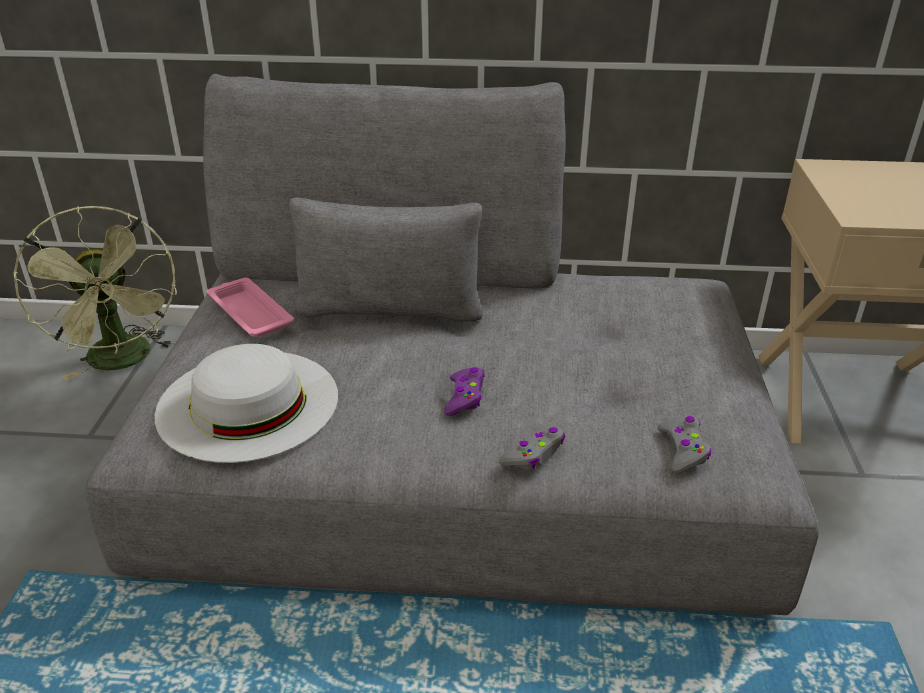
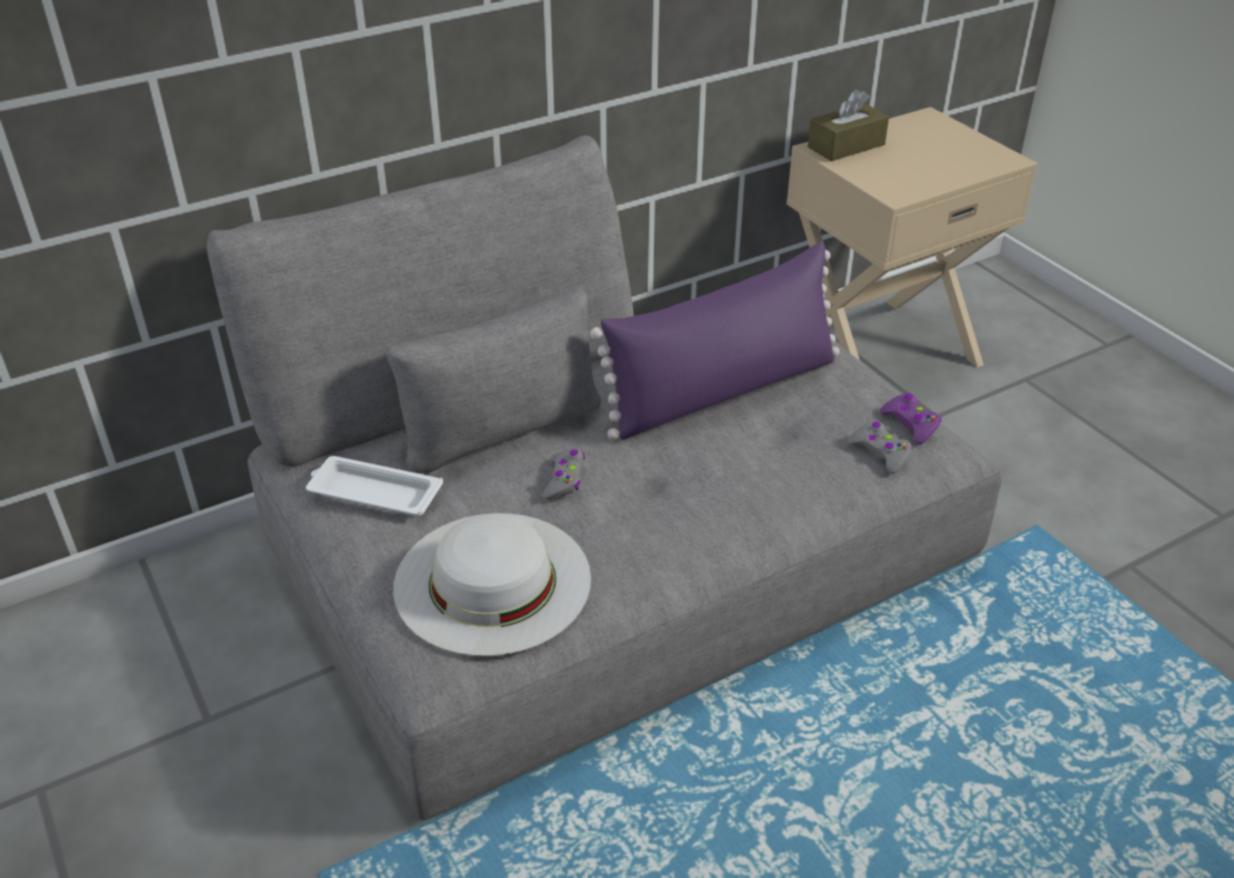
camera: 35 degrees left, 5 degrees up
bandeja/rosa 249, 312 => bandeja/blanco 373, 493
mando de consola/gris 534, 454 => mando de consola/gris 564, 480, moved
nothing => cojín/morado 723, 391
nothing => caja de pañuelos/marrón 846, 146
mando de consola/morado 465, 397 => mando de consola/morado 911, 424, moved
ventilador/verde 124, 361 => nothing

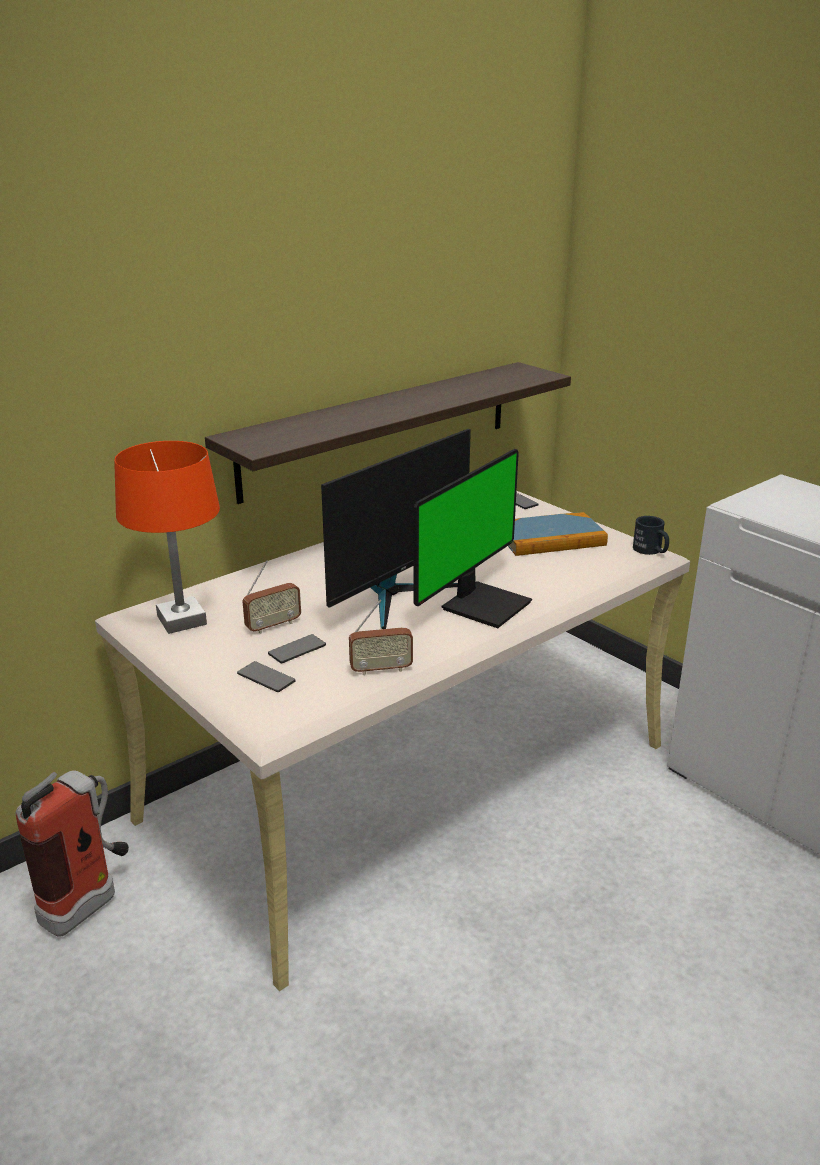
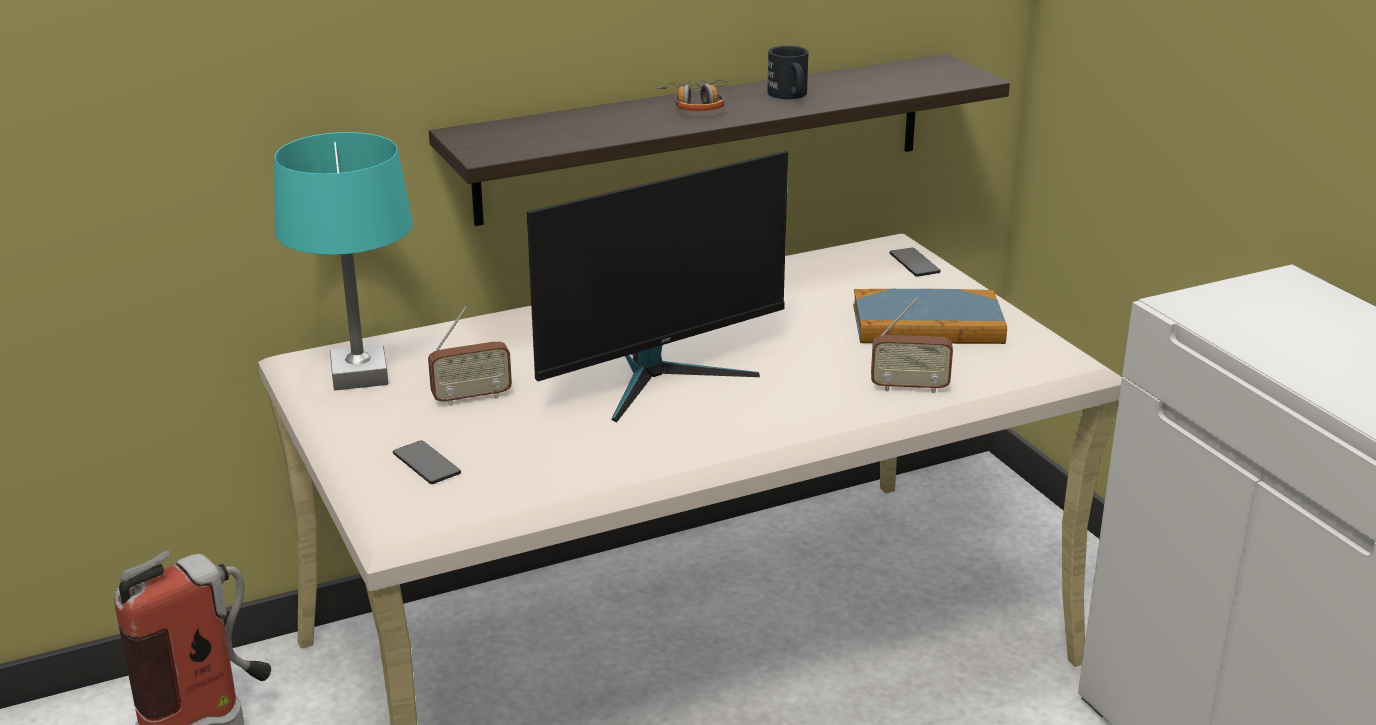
camera: 15 degrees right, 0 degrees up
lámpara de mesa/naranja 181, 620 => lámpara de mesa/turquesa 359, 375
nothing => auriculares 697, 105
taza grande/negro 651, 551 => taza grande/negro 790, 96, moved
radio 381, 669 => radio 909, 387, moved
móvil 297, 650 => nothing
monitor 483, 604 => nothing

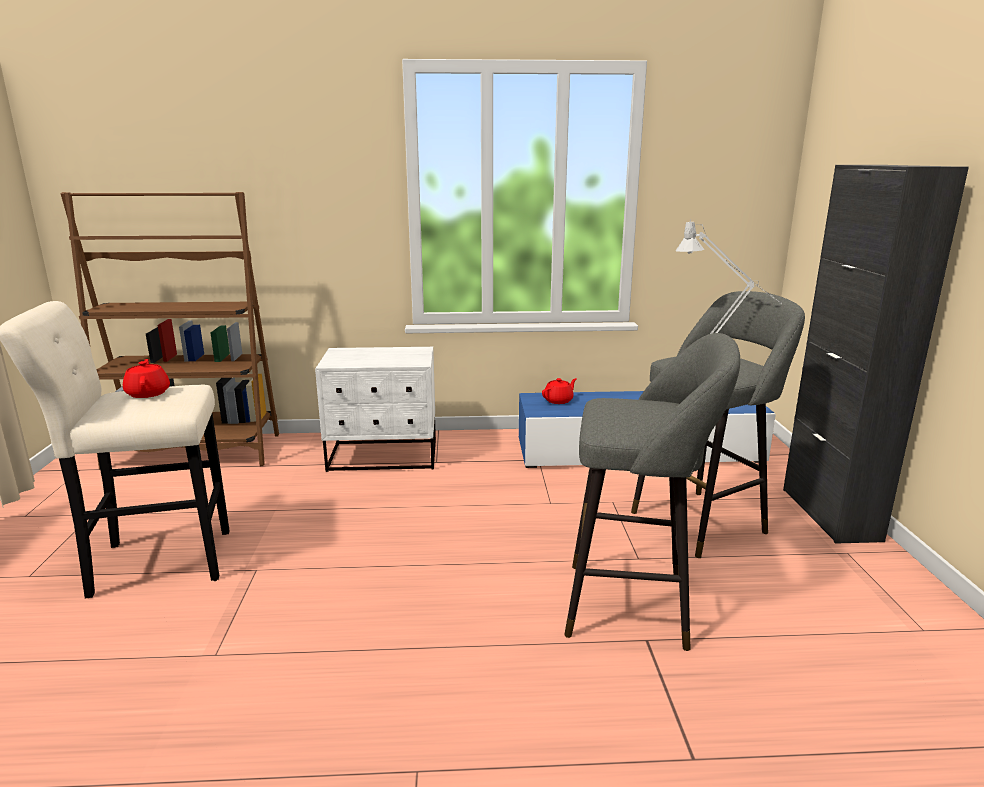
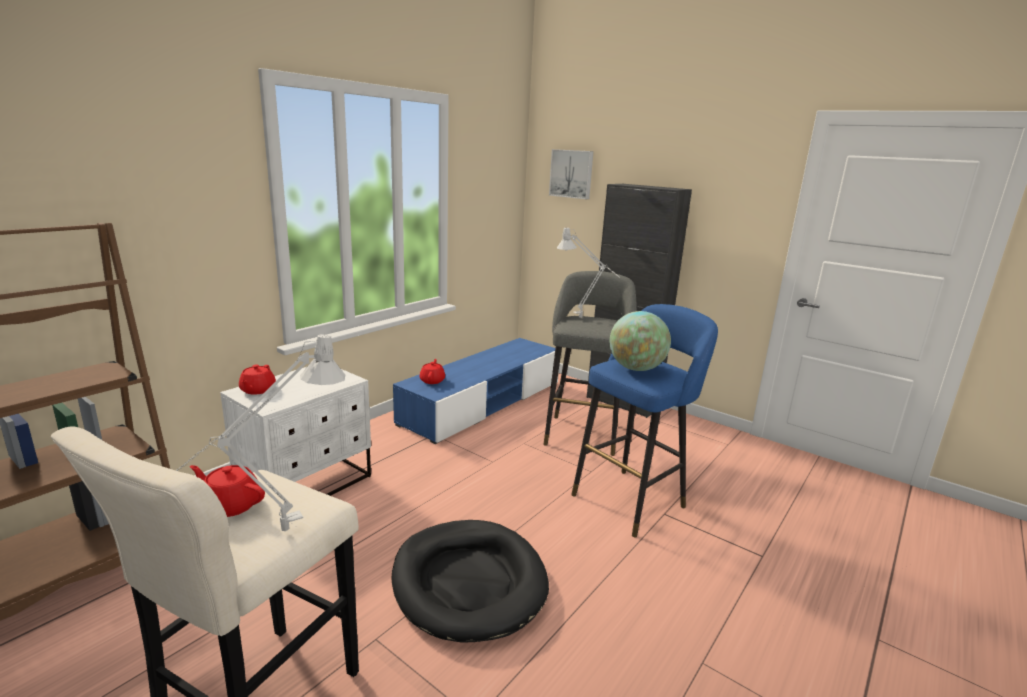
camera: 50 degrees left, 0 degrees up
nothing => lámpara de mesa/gris 274, 535
nothing => tetera/rojo 257, 390
nothing => cama para perro/negro 469, 582
nothing => cuadro 571, 174
taburete/gris 635, 606 => taburete/azul 632, 499
nothing => globo terráqueo 636, 368

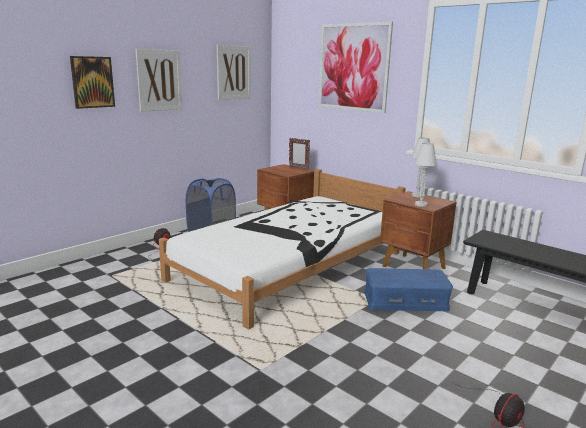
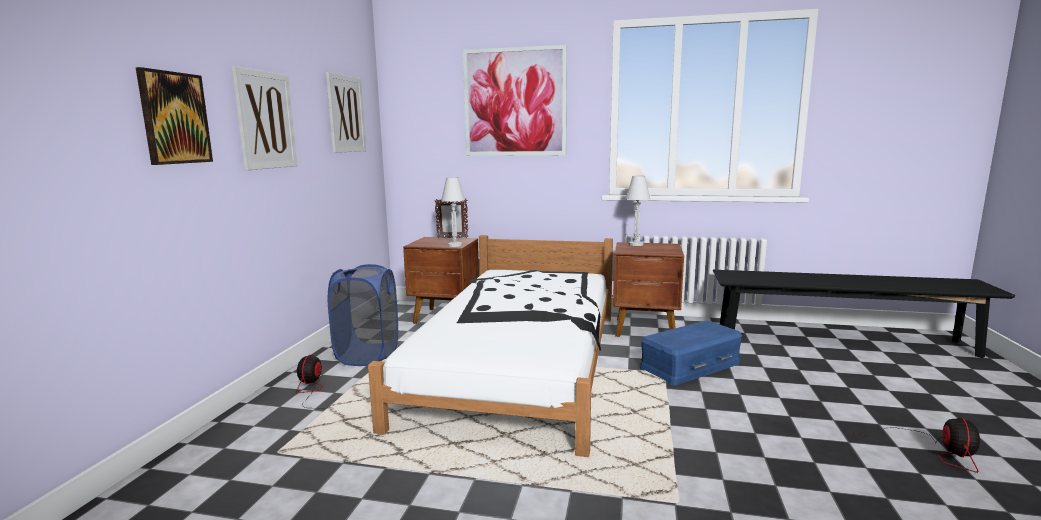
camera: 30 degrees left, 5 degrees down
lámpara de mesa/blanco 420, 204 => lámpara de mesa/blanco 455, 245, moved

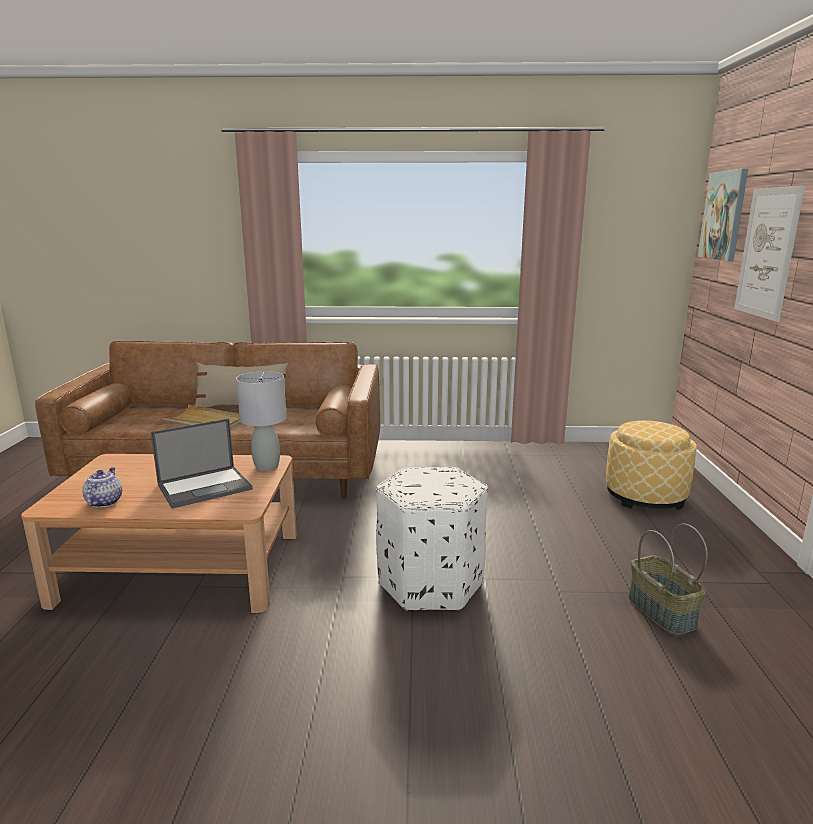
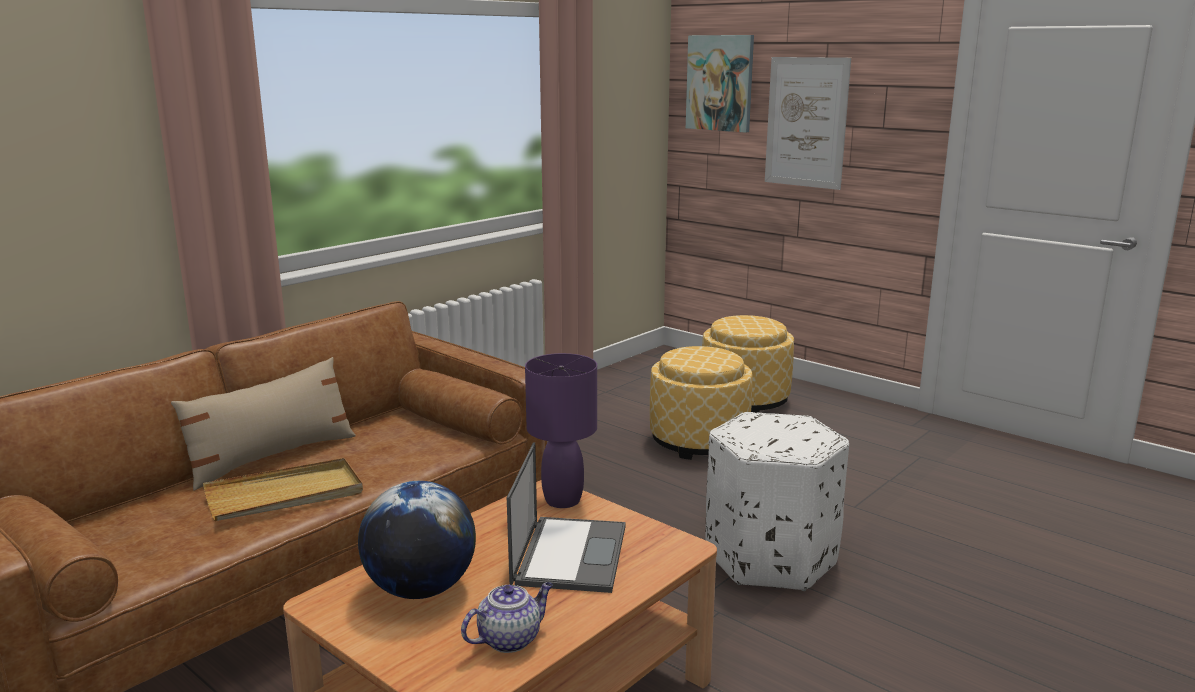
camera: 50 degrees left, 0 degrees up
nothing => globo terráqueo 420, 589
tetera 104, 502 => tetera 510, 639, 105 degrees clockwise
lámpara de mesa/gris 266, 466 => lámpara de mesa/morado 562, 500
nothing => puf 699, 440
cesta 660, 611 => nothing

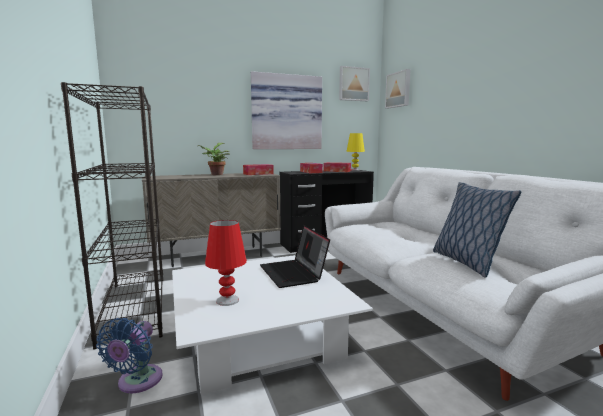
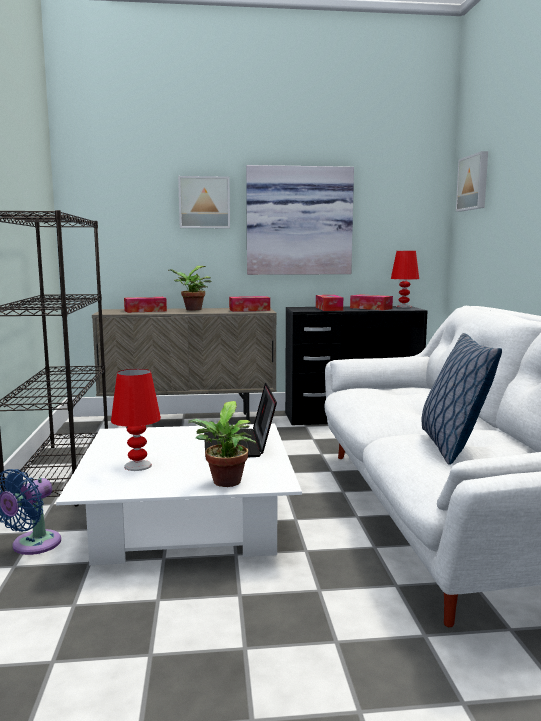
camera: 15 degrees right, 0 degrees up
nothing => caja de pañuelos 145, 311
cuadro 353, 84 => cuadro 204, 202, moved
nothing => planta en maceta 225, 483
lámpara de mesa/amarillo 354, 170 => lámpara de mesa/rojo 403, 307

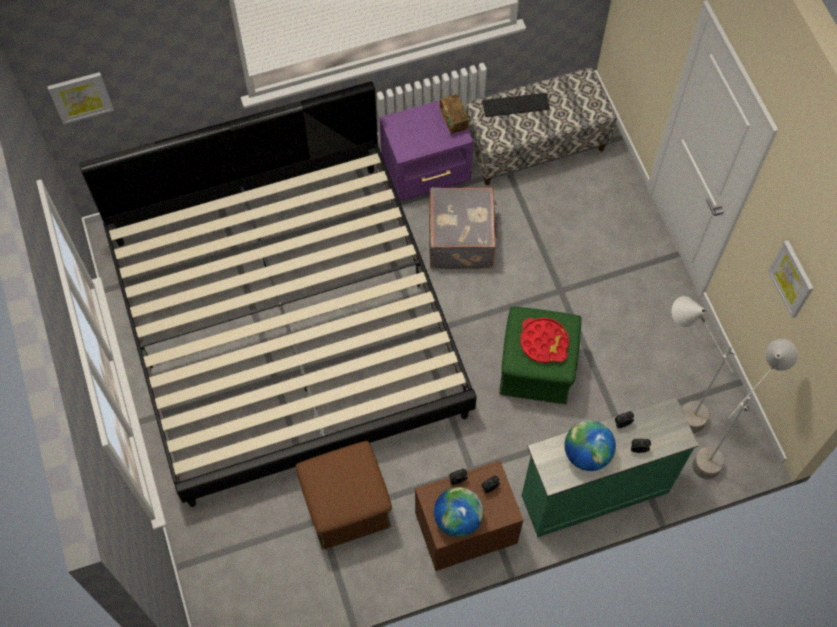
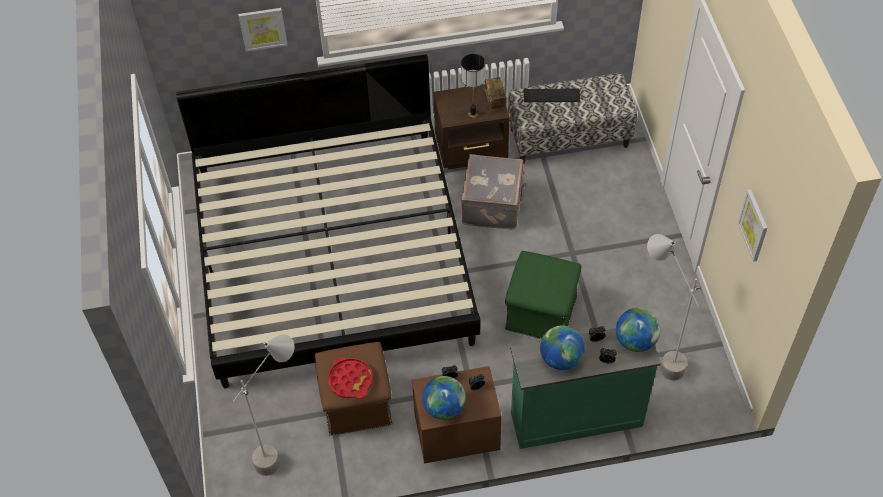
camera: 10 degrees right, 10 degrees down
lámpara de pie/gris 719, 448 => lámpara de pie/gris 284, 450, moved
cuadro 80, 97 => cuadro 263, 28, moved
bandeja/rojo 544, 342 => bandeja/rojo 350, 380, moved
mesita de noche/morado 427, 173 => mesita de noche/marrón 472, 150
nothing => lámpara de mesa 473, 113
nothing => globo terráqueo 635, 341

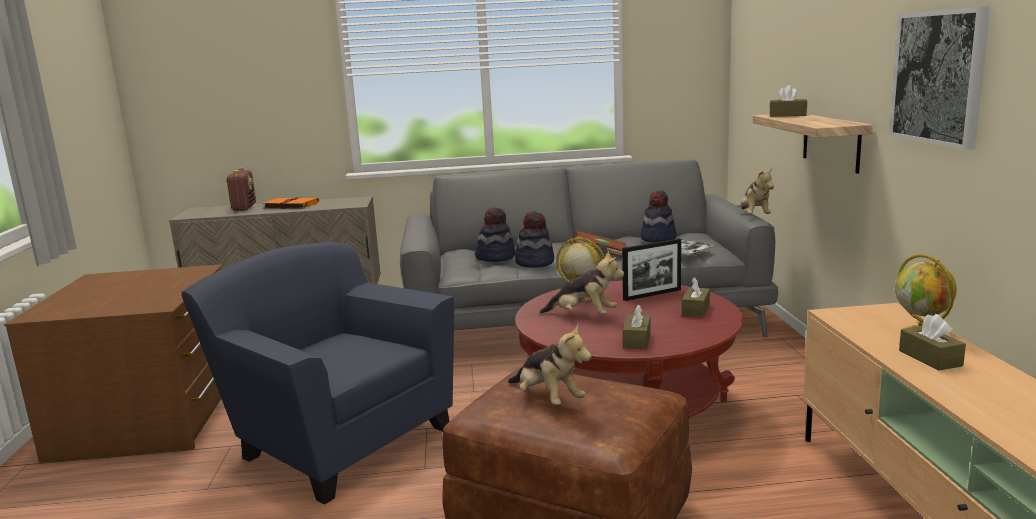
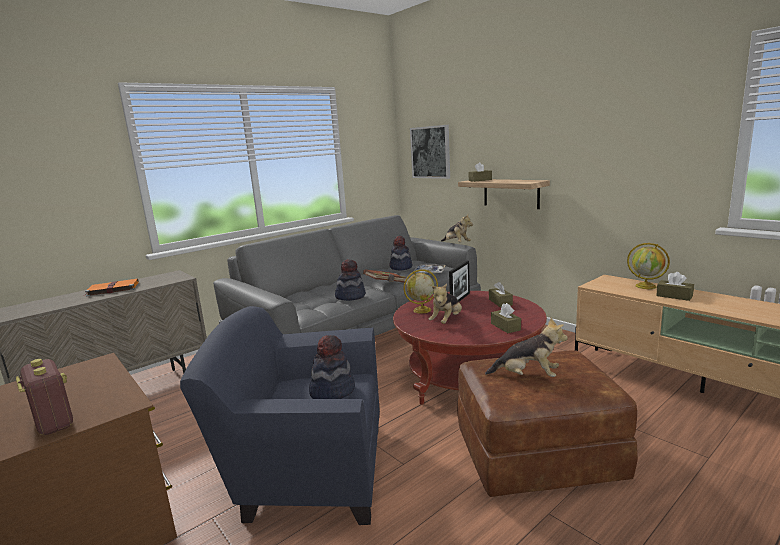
camera: 35 degrees left, 0 degrees up
radio 244, 208 => radio 53, 422, moved
sombrero 495, 257 => sombrero 332, 390, moved
cuadro 939, 77 => cuadro 430, 152, moved
peluche 583, 316 => peluche 447, 321, 135 degrees clockwise

